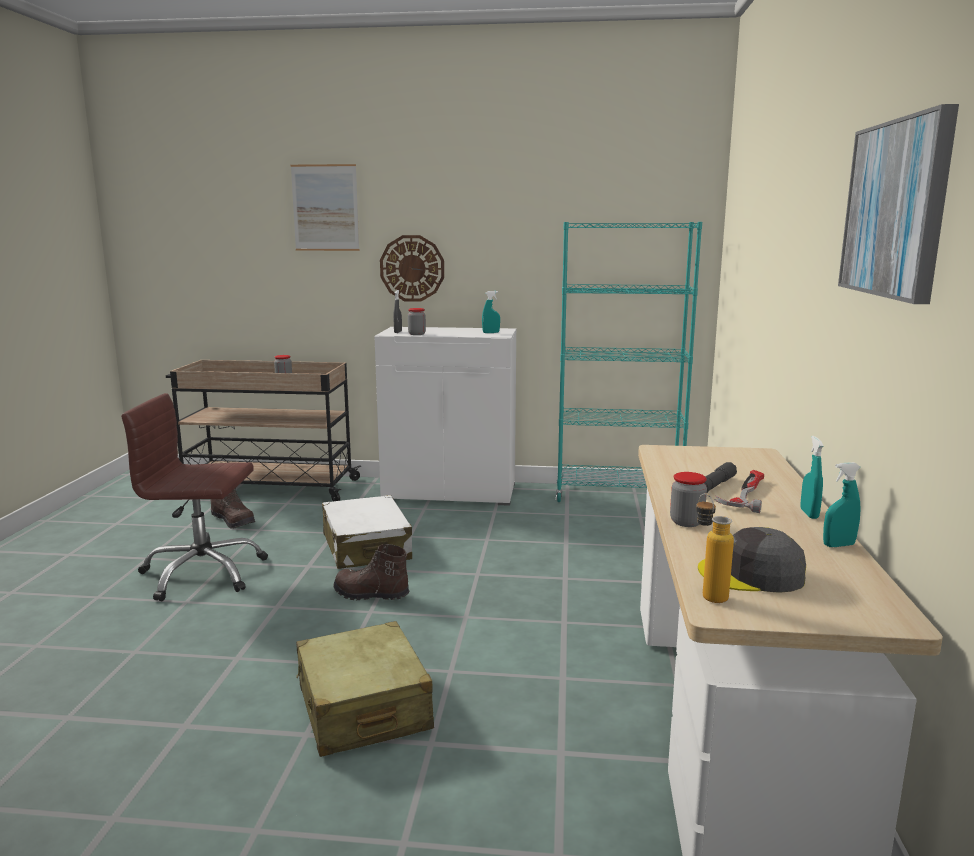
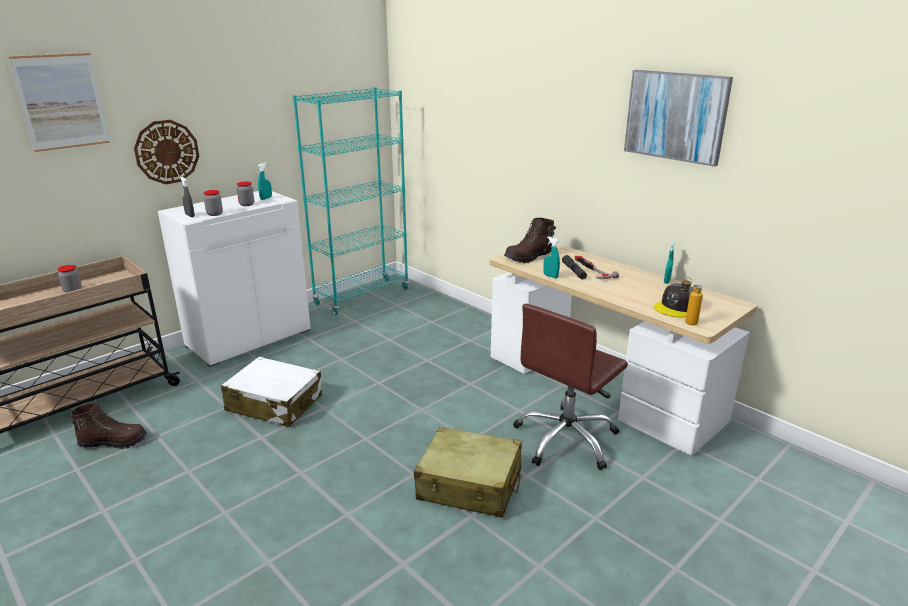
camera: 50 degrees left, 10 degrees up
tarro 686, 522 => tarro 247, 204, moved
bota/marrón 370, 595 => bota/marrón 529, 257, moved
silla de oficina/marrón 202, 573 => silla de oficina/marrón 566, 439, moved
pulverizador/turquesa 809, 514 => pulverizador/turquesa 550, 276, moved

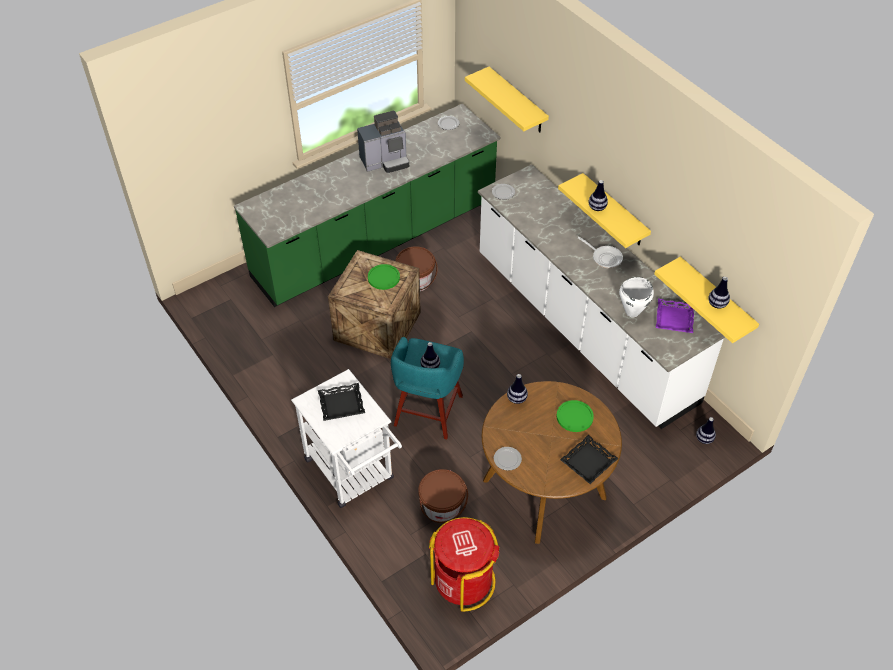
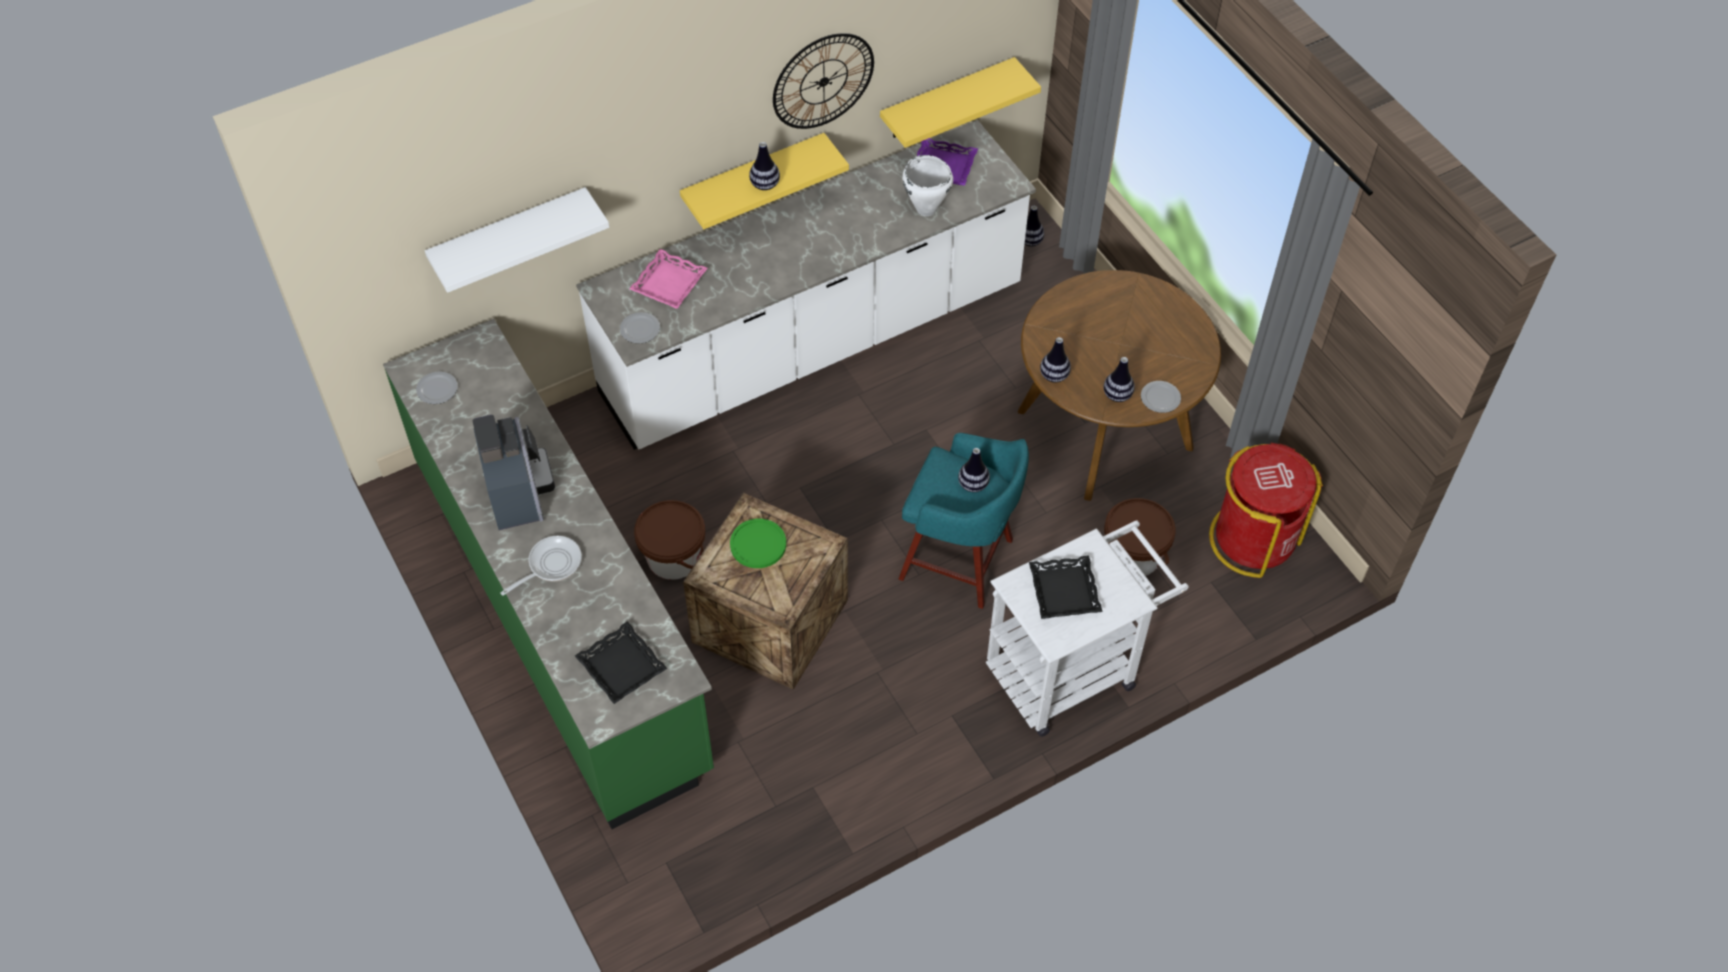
camera: 85 degrees left, 5 degrees up
estante/amarillo 517, 101 => estante/blanco 509, 234
sartén 605, 257 => sartén 551, 565, moved
bandeja/negro 588, 461 => bandeja/negro 621, 666, moved
nothing => bandeja/rosa 668, 283
nothing => reloj de pared 823, 81
florero 717, 304 => florero 1117, 395, moved
plato/verde 574, 416 => nothing

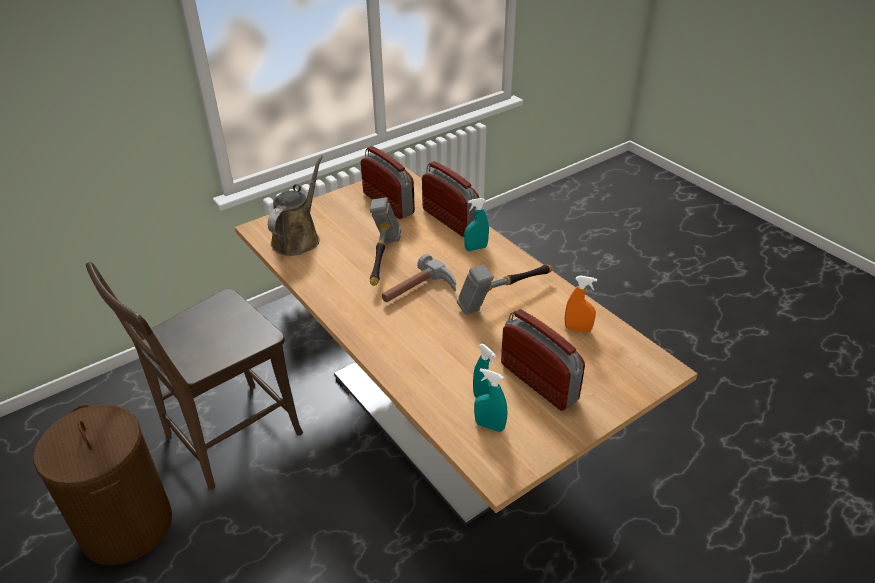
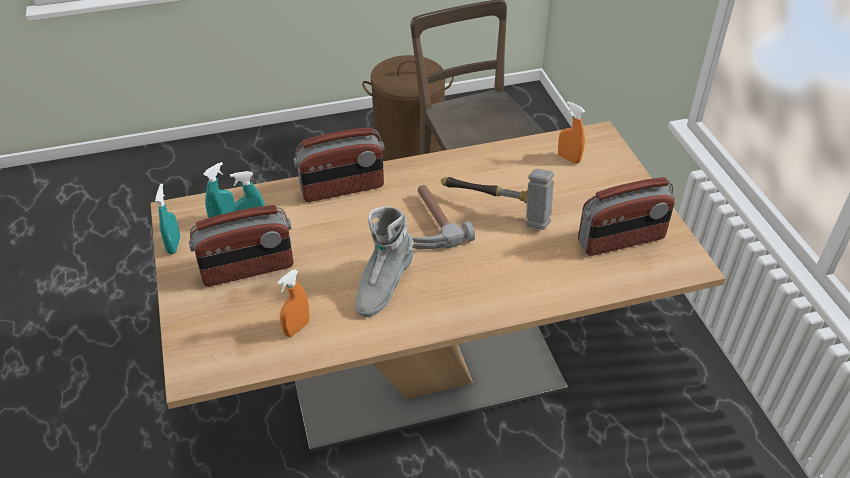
camera: 110 degrees right, 5 degrees up
pulverizador/turquesa 476, 248 => pulverizador/turquesa 174, 245, moved
radio 450, 220 => radio 342, 189, moved
martillo 504, 298 => bota/gris 383, 286
regadera/marrón 298, 238 => pulverizador/naranja 569, 158

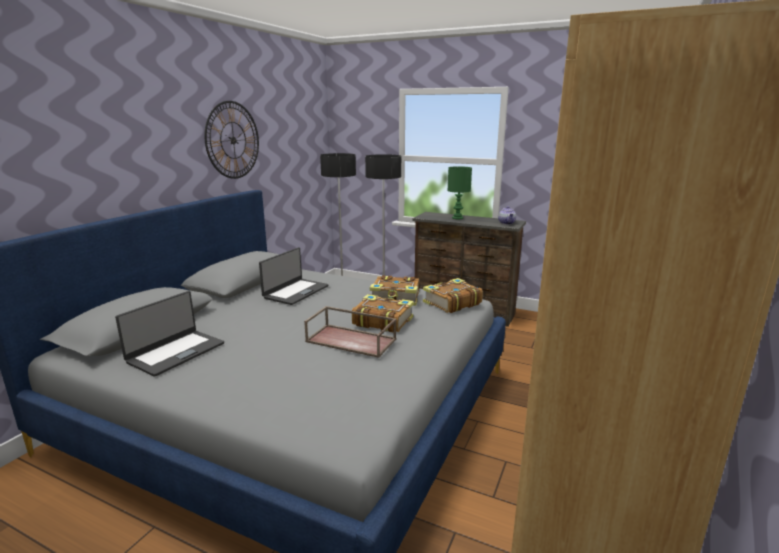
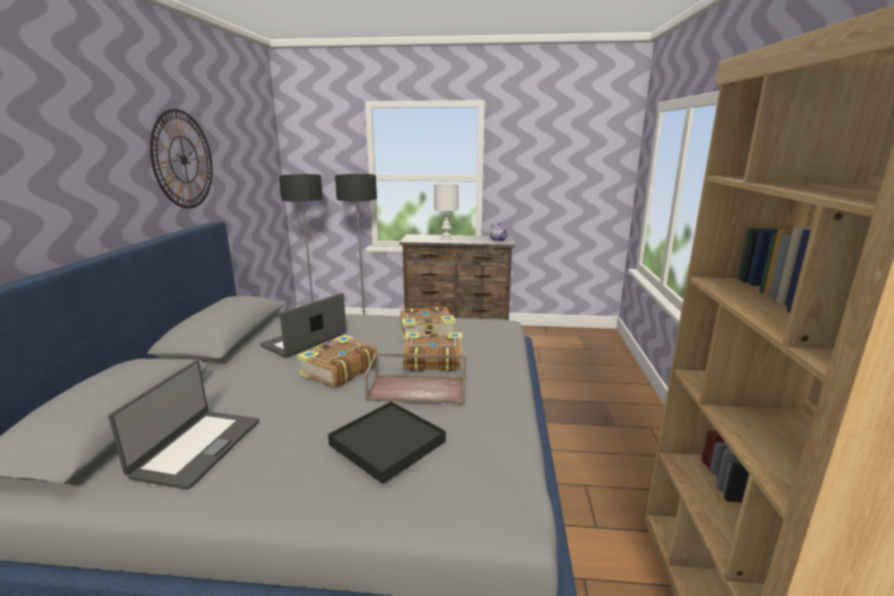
camera: 20 degrees left, 0 degrees up
portátil 295, 292 => portátil 305, 340, 150 degrees counterclockwise
libro 451, 303 => libro 338, 370, moved
nothing => bandeja/negro 387, 443
lámpara de mesa/verde 457, 218 => lámpara de mesa/blanco 445, 238

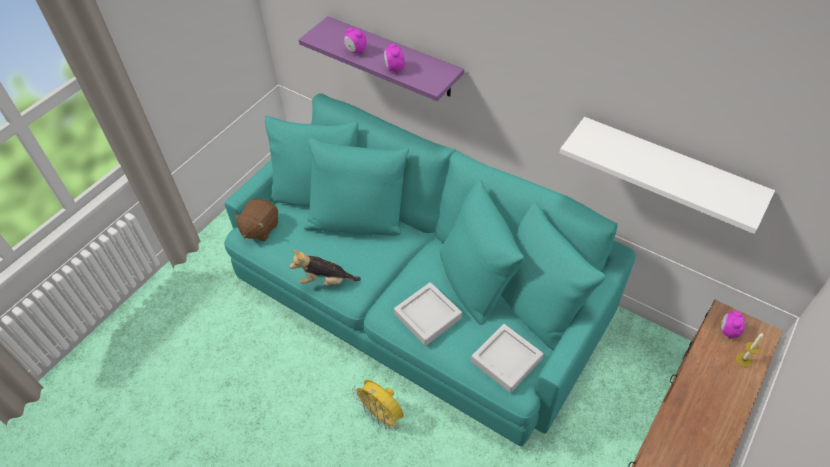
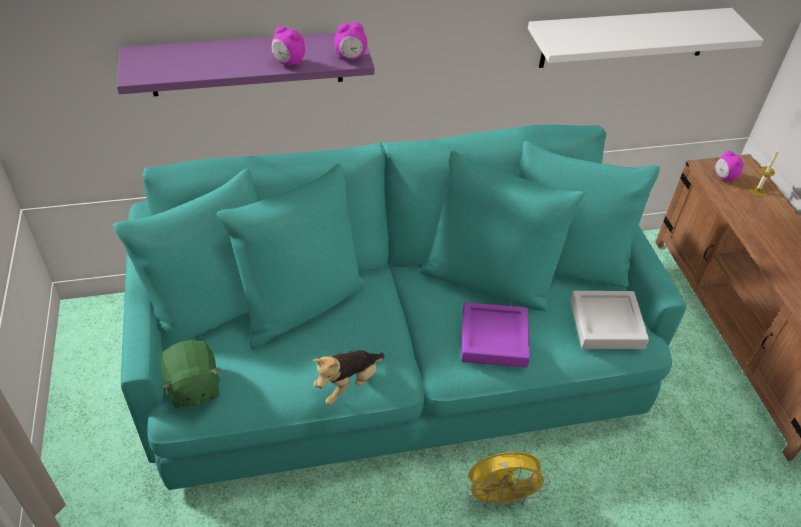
camera: 50 degrees left, 5 degrees down
peluche/marrón 260, 228 => peluche/verde 193, 387
despertador 356, 51 => despertador 350, 57, moved
bandeja/gris 428, 316 => bandeja/morado 494, 339

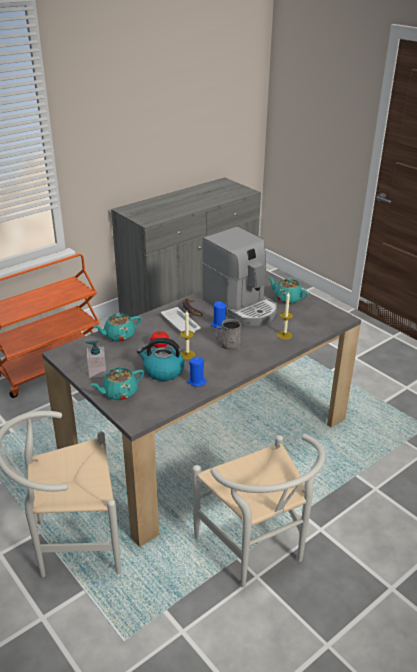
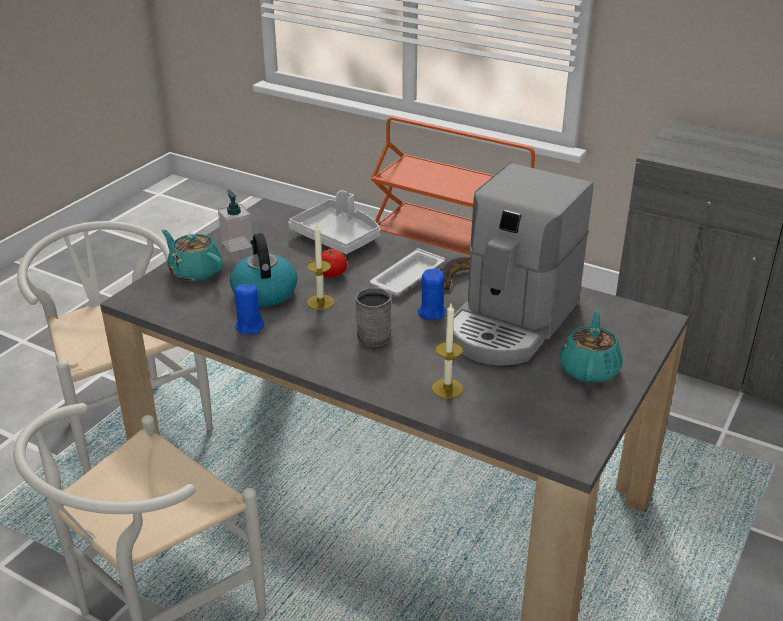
camera: 70 degrees right, 0 degrees up
tetera/turquesa 119, 336 => bandeja/gris 338, 237

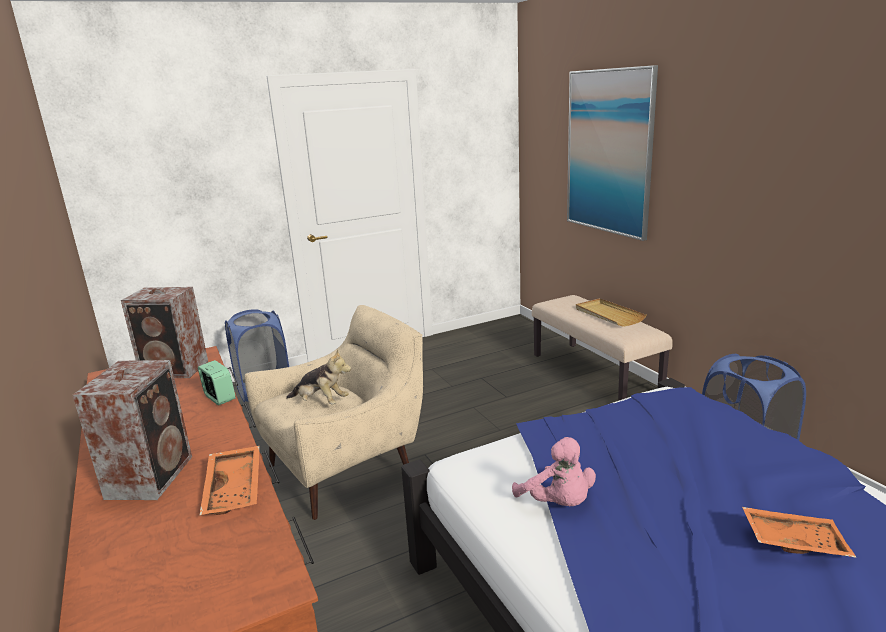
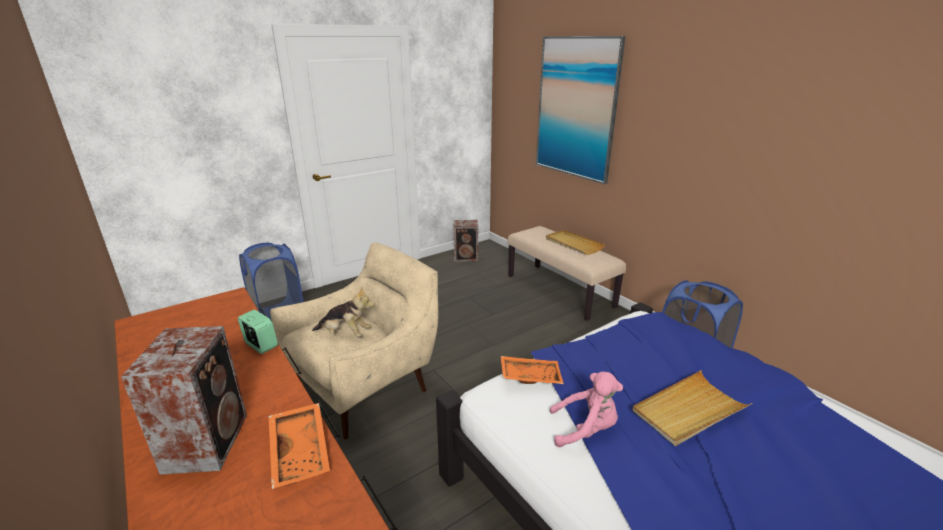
camera: 10 degrees left, 5 degrees up
altavoz 176, 369 => altavoz 466, 257, moved
bandeja/naranja 793, 540 => bandeja/naranja 530, 376, moved
peluche/rosa 558, 503 => peluche/rosa 585, 430, 45 degrees counterclockwise
nothing => bandeja/beis 688, 410

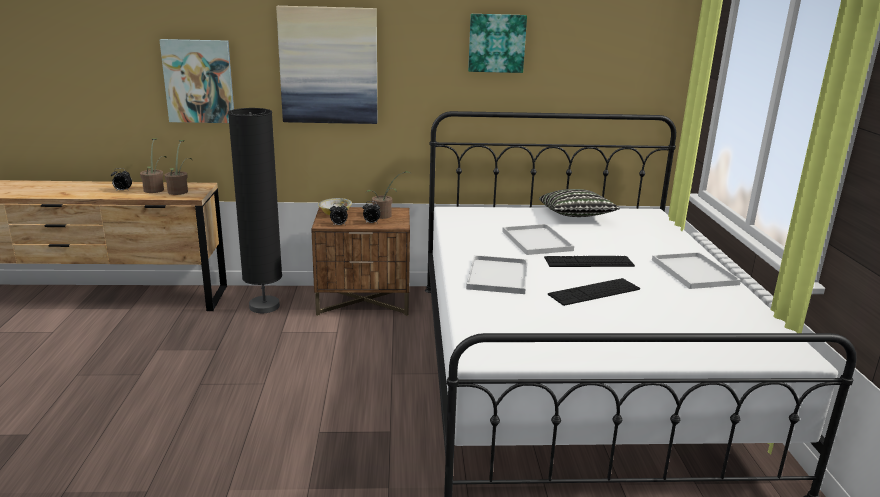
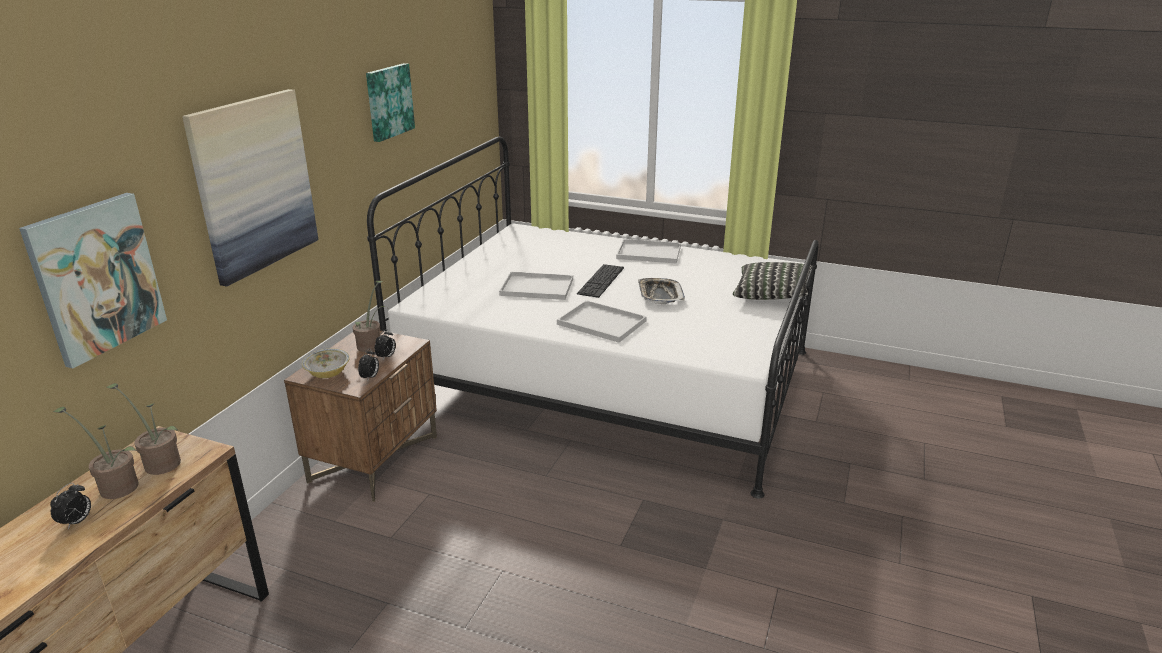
camera: 65 degrees left, 5 degrees up
teclado 594, 292 => bandeja 660, 295
cojín 575, 216 => cojín 771, 295, moved
lámpara de pie/negro 264, 306 => nothing

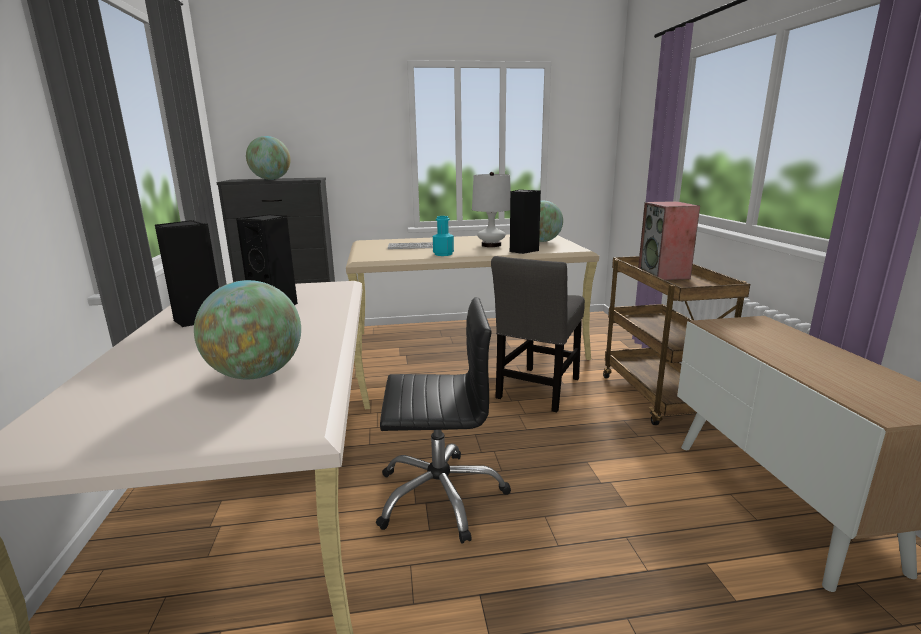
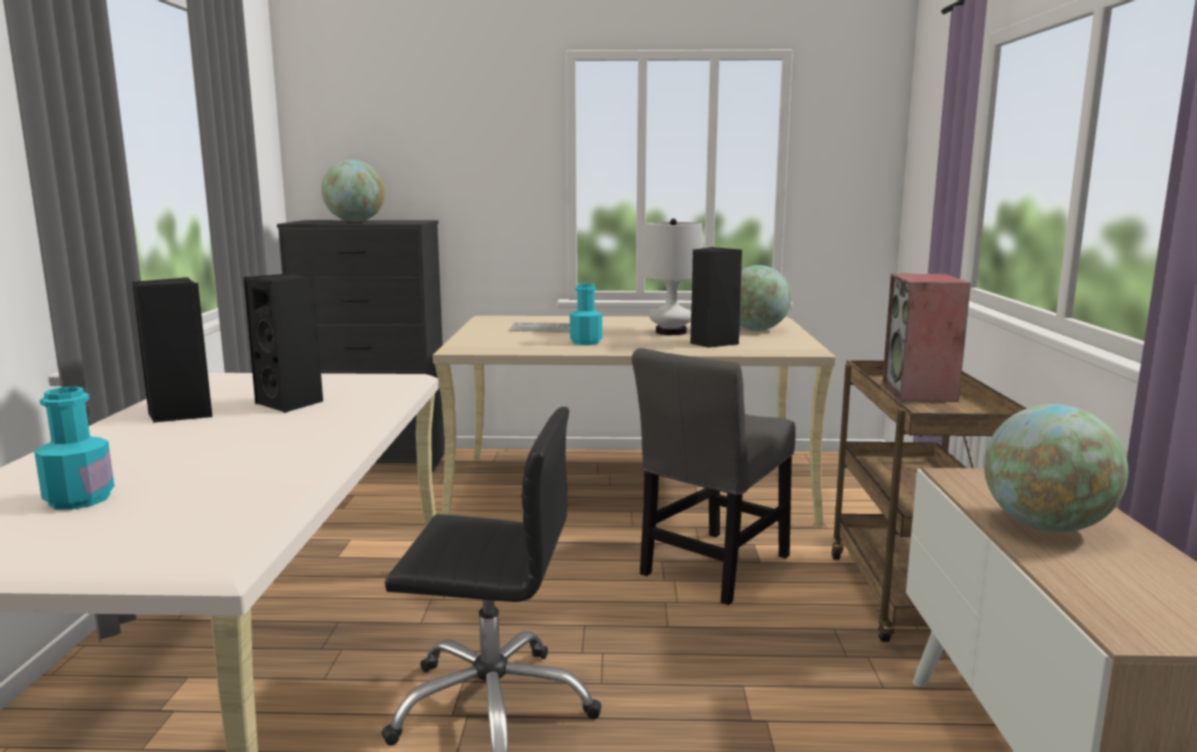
camera: 10 degrees right, 5 degrees down
nothing => botella/turquesa 79, 499
globo terráqueo 256, 374 => globo terráqueo 1046, 526, moved

